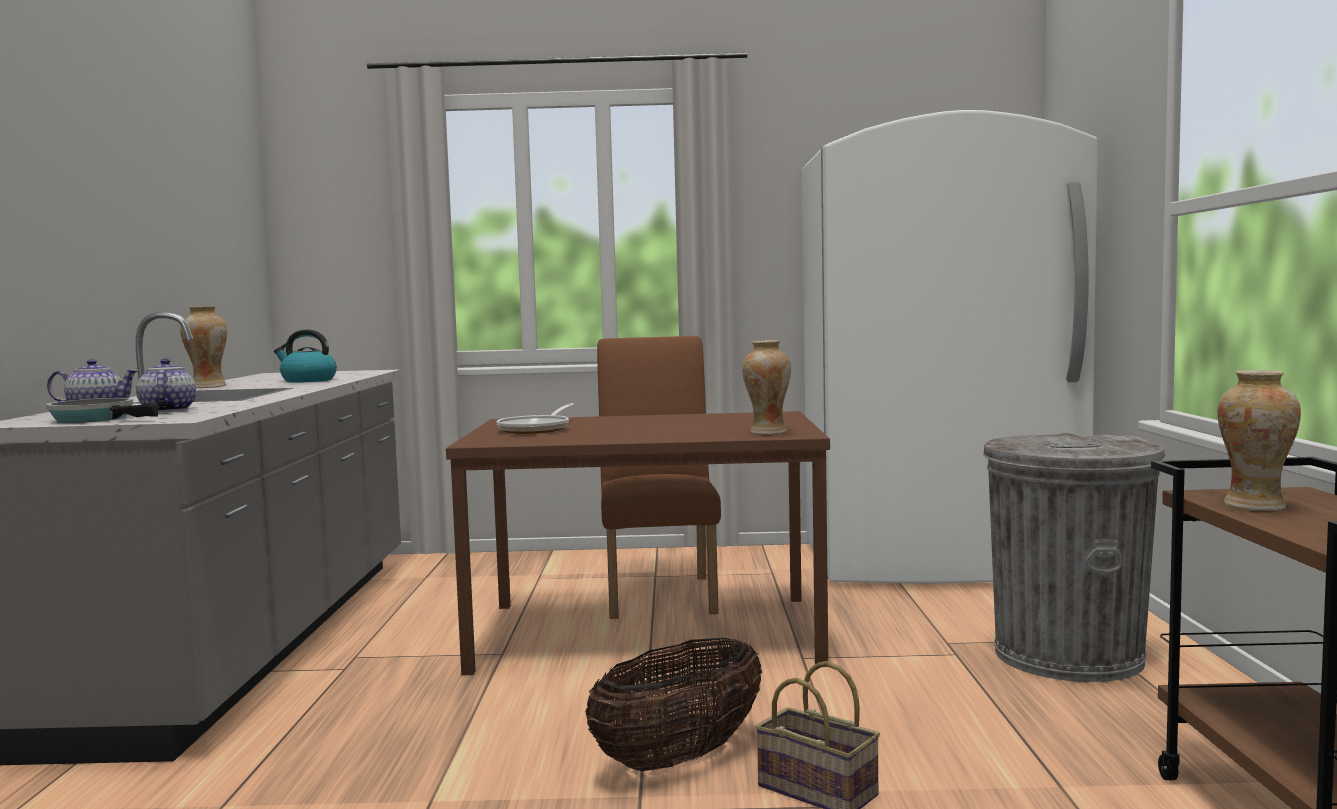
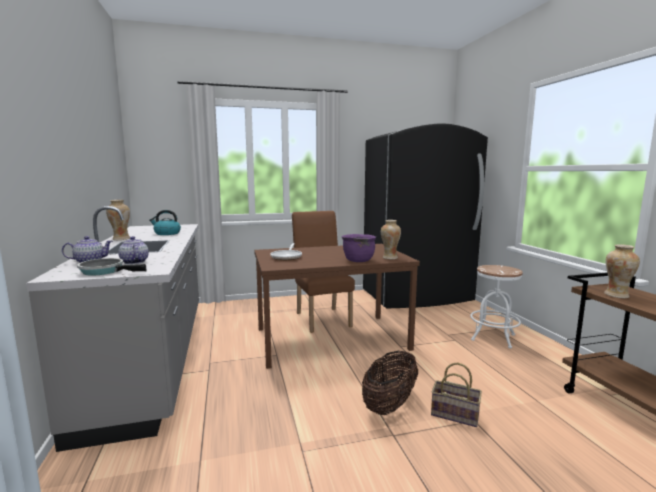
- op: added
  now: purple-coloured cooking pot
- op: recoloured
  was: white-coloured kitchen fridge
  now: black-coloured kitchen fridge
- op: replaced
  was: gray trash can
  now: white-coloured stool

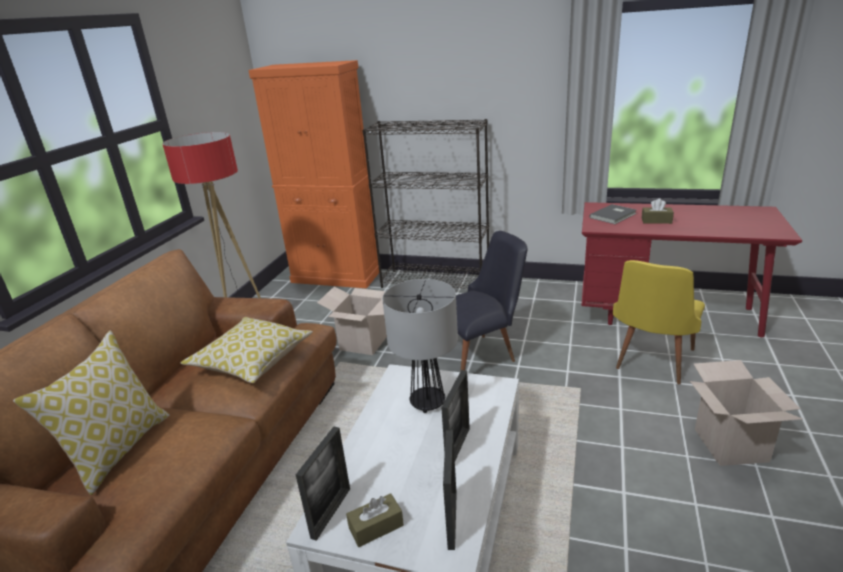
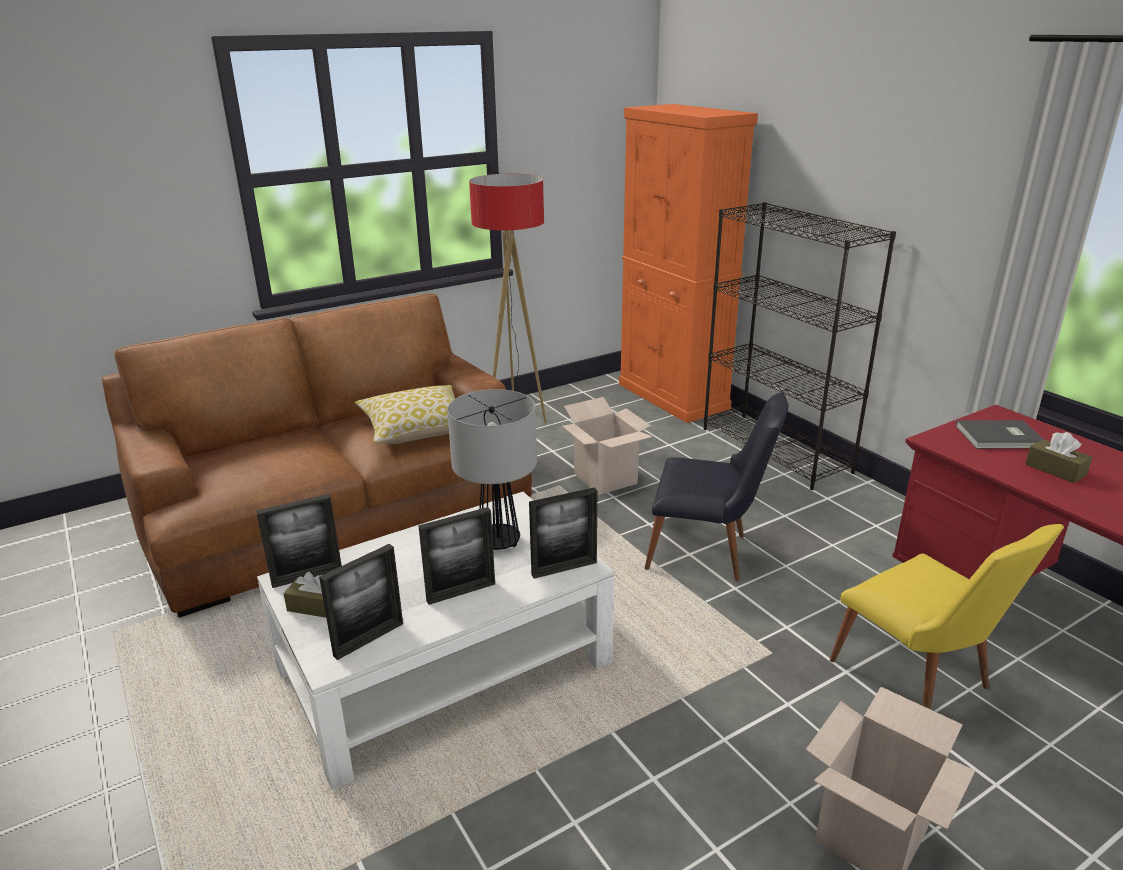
- op: added
  now: standing frame (4th from left)
- op: turned
  was: yellow-coloured plain chair
  clockwise: -105
- op: removed
  was: cushion (1st from left)

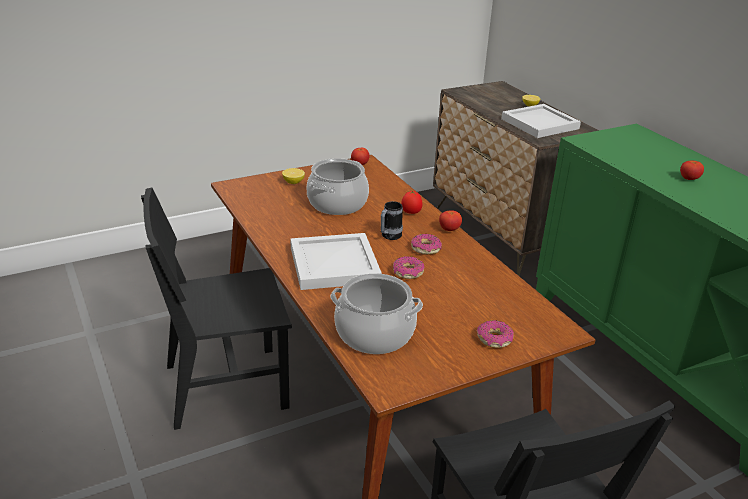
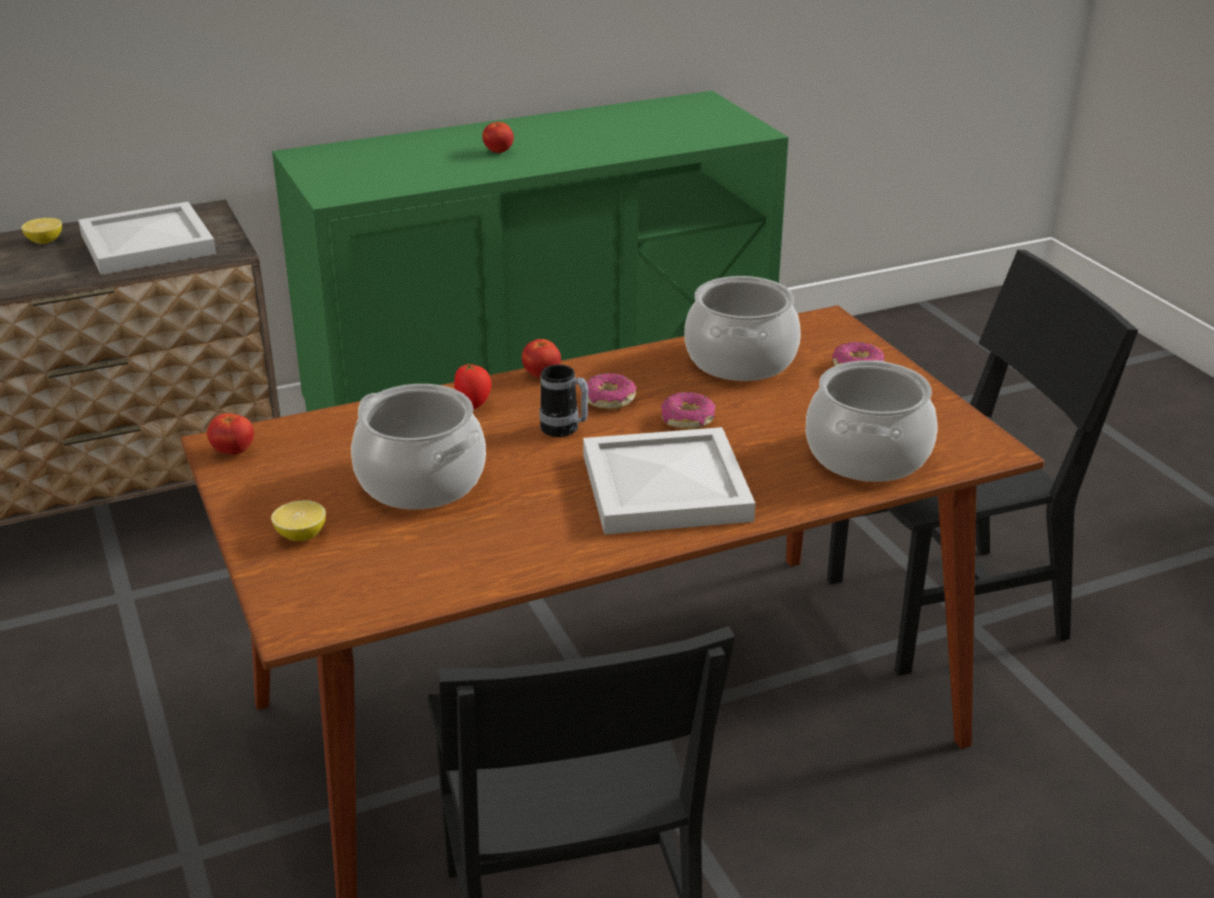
- op: added
  now: cooking pot (2nd from left)

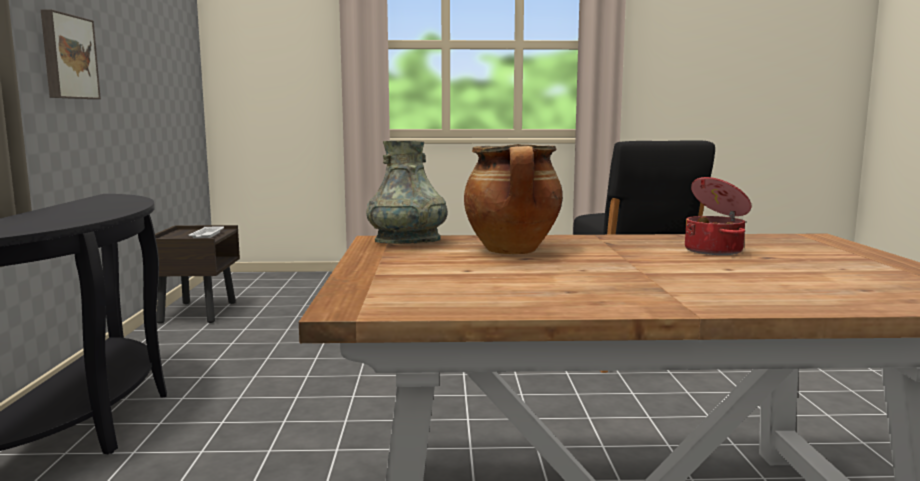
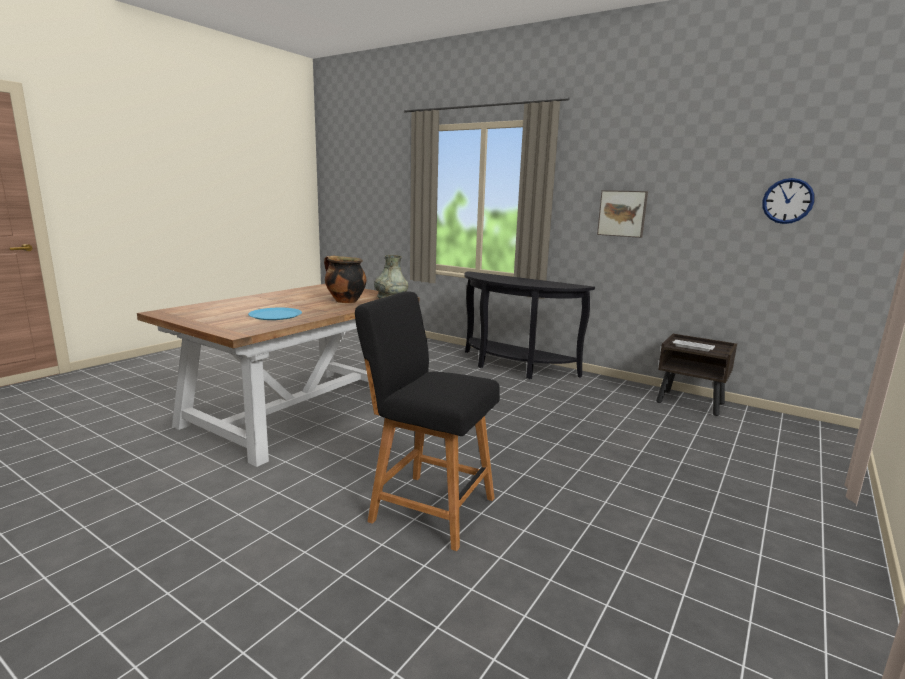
- op: replaced
  was: cooking pot (2nd from left)
  now: blue-coloured flat dish
- op: added
  now: hanging clock

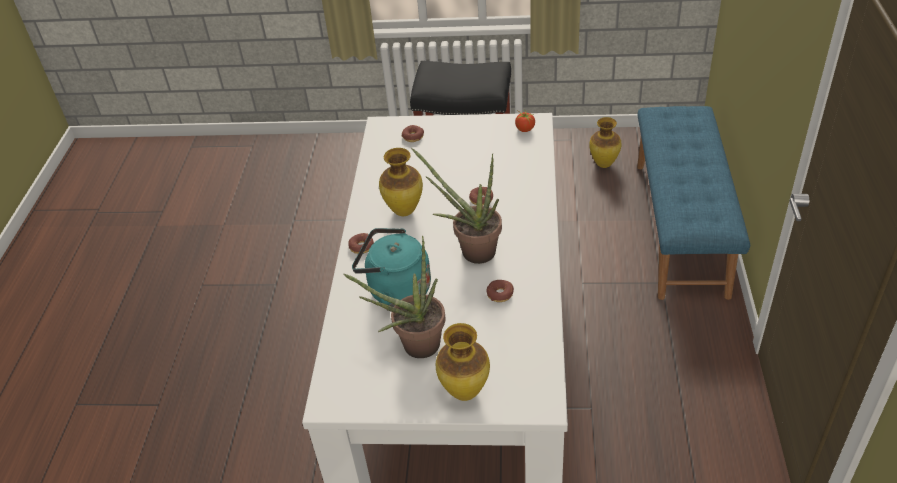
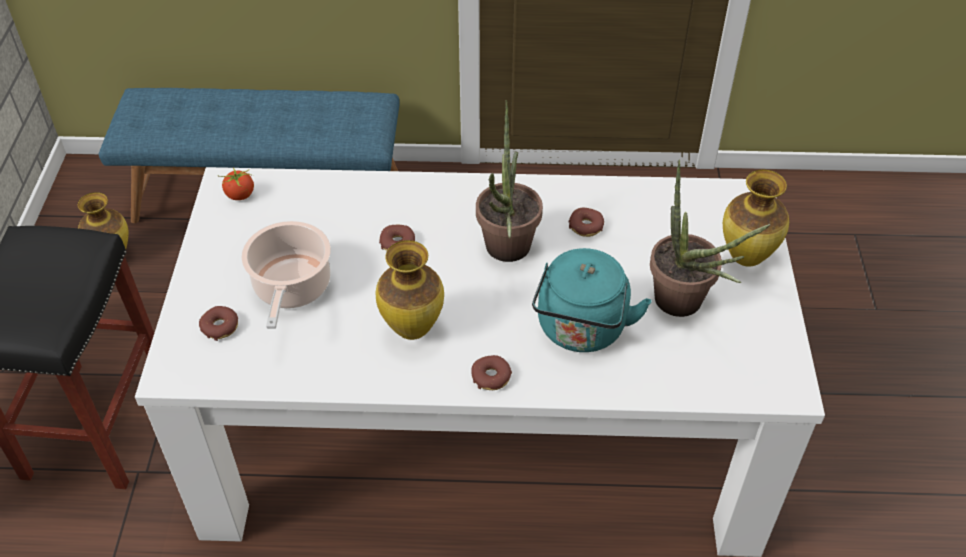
- op: added
  now: cooking pot

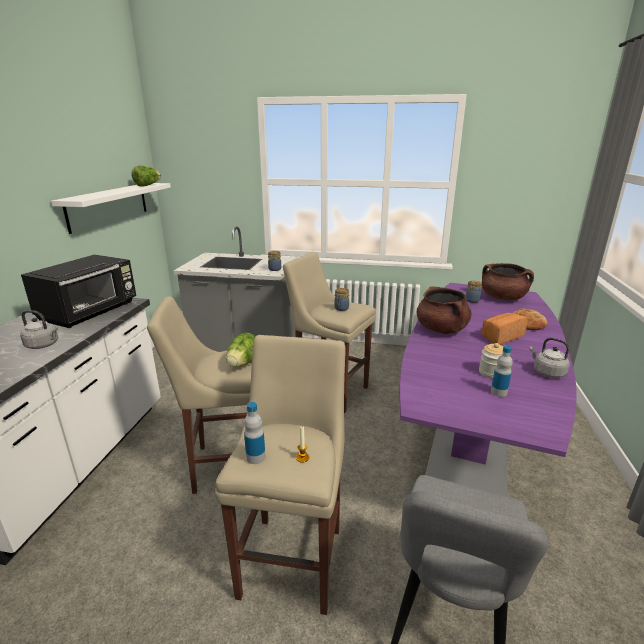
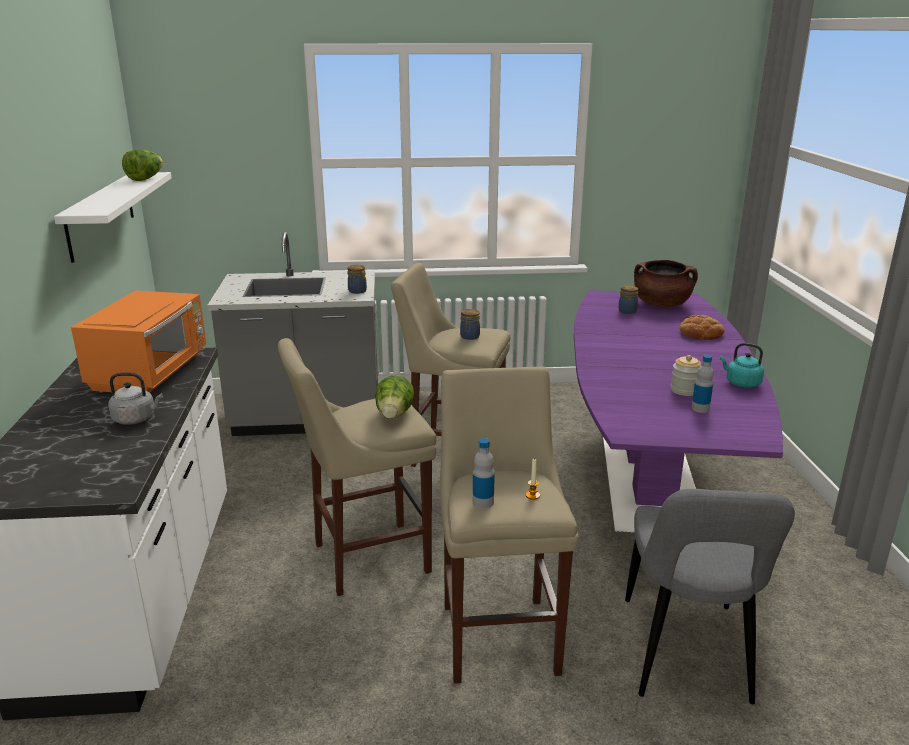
- op: recoloured
  was: black-coloured kitchen microwave
  now: orange-coloured kitchen microwave
- op: recoloured
  was: gray kettle (2nd from left)
  now: turquoise kettle
- op: removed
  was: brown-coloured cooking pot (1st from left)
- op: removed
  was: baked bread (1st from left)

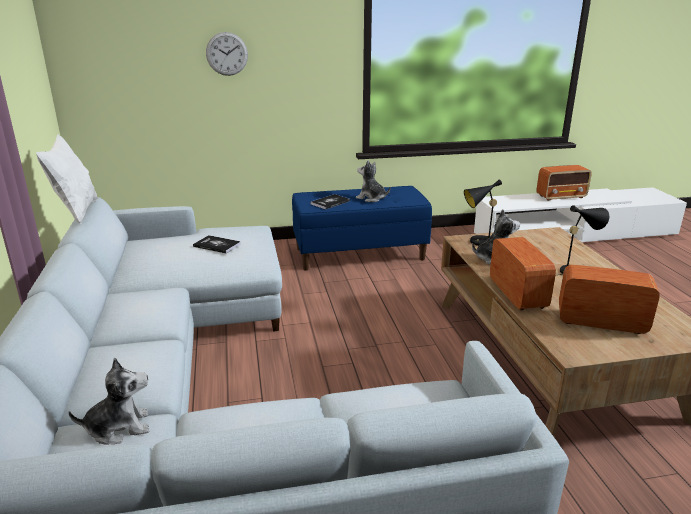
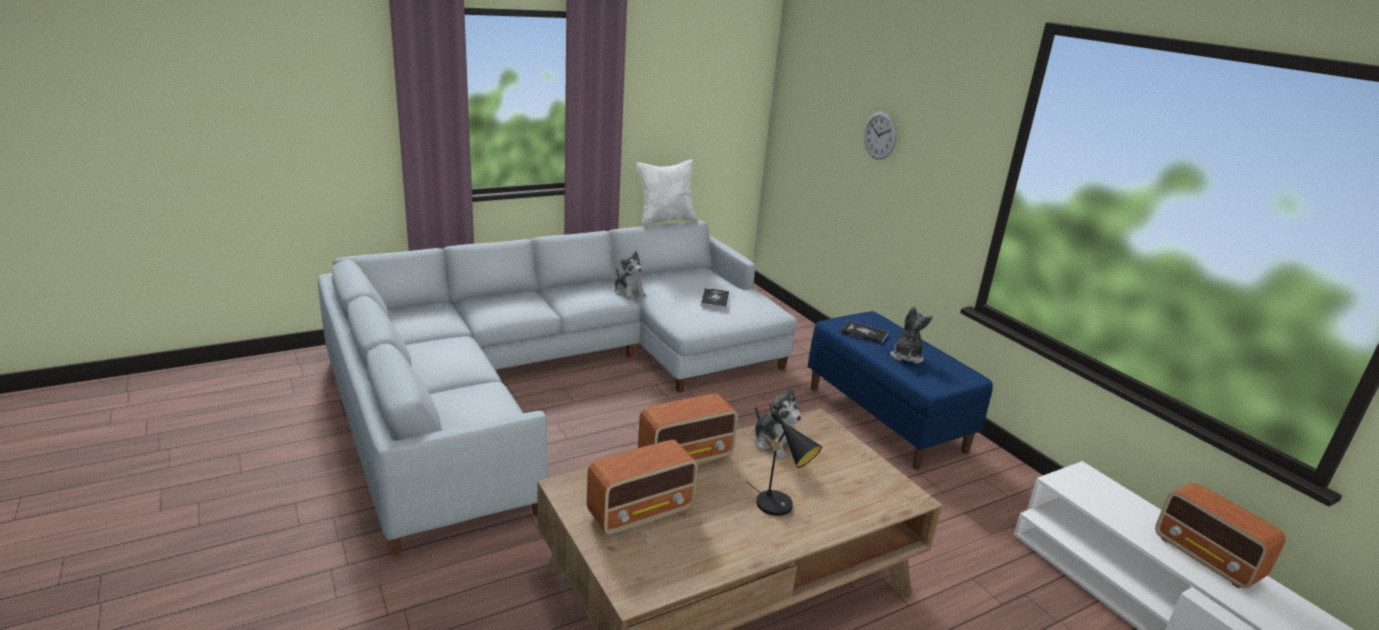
- op: turned
  was: radio receiver (3rd from left in the first image)
  clockwise: 60
- op: moved
  was: plush toy (1st from left)
- op: removed
  was: black-coloured table lamp (1st from left)

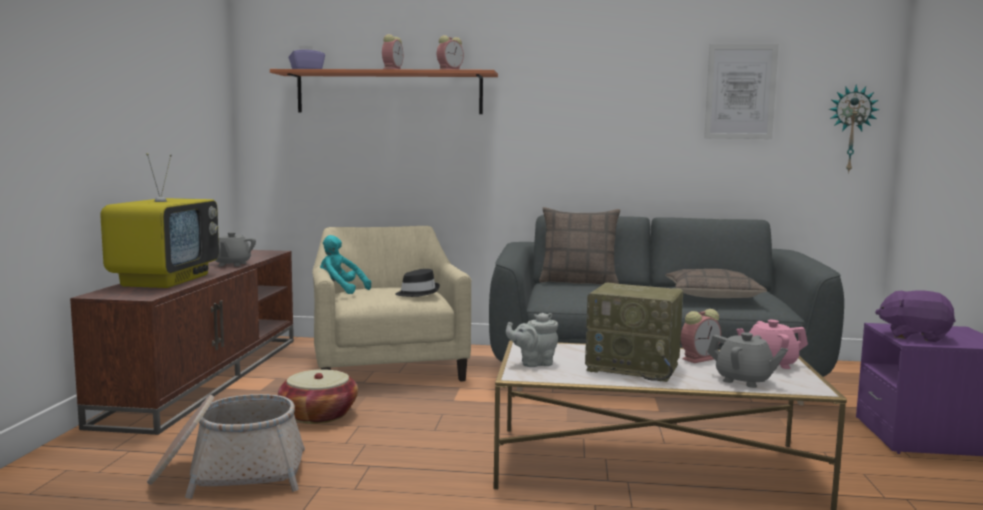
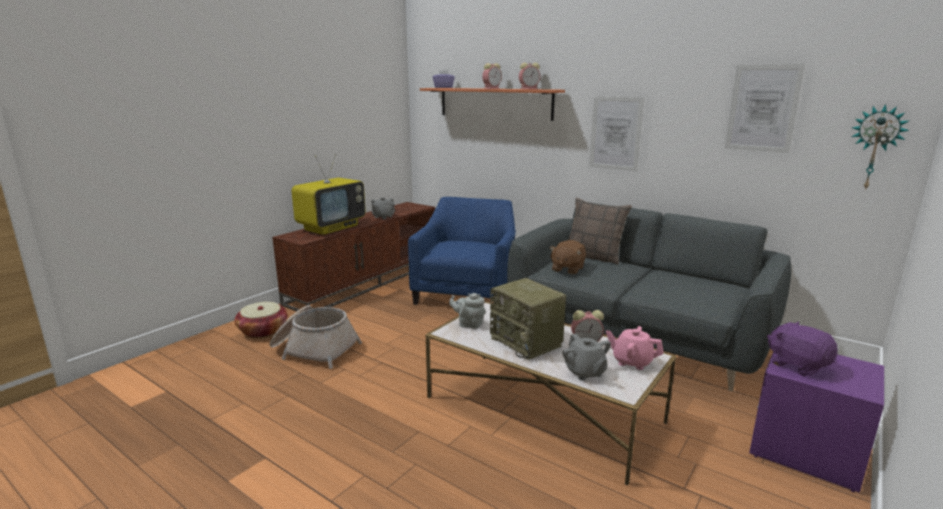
- op: moved
  was: basket (2nd from left in the first image)
  now: basket (1st from left)
- op: recoloured
  was: beige-coloured armchair
  now: blue-coloured armchair
- op: added
  now: brown-coloured plush toy
- op: added
  now: wall art (1st from left)
- op: removed
  was: turquoise plush toy
- op: removed
  was: black-coloured hat
- op: removed
  was: cushion (2nd from left)

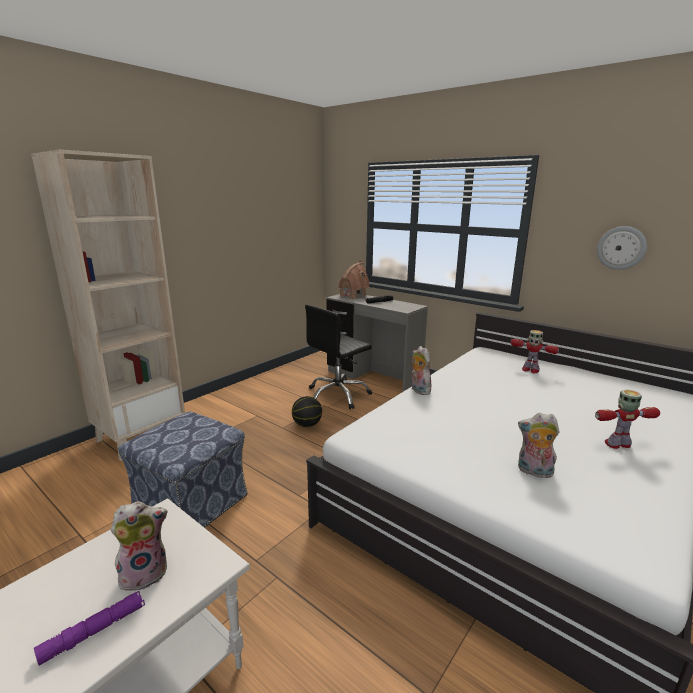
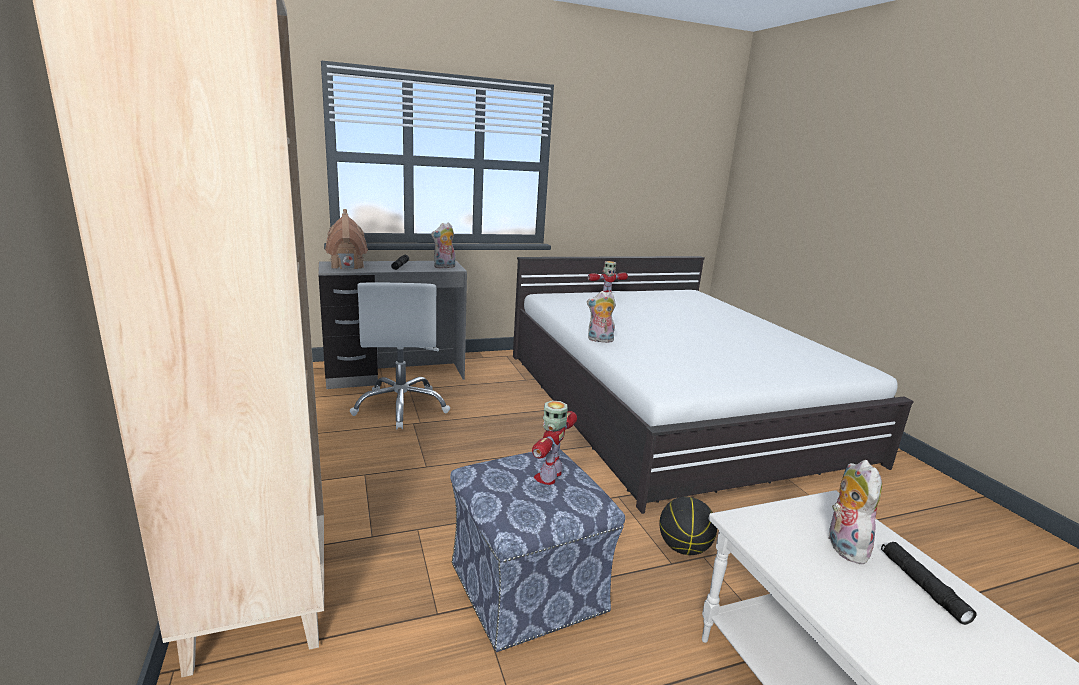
- op: recoloured
  was: black-coloured computer chair
  now: white-coloured computer chair
- op: moved
  was: plush toy (3rd from left in the first image)
  now: plush toy (1st from left)
- op: moved
  was: robot figure (2nd from left in the first image)
  now: robot figure (1st from left)
- op: moved
  was: basketball ball
- op: recoloured
  was: purple-coloured torch
  now: black-coloured torch (2nd from left)
- op: removed
  was: hanging clock

